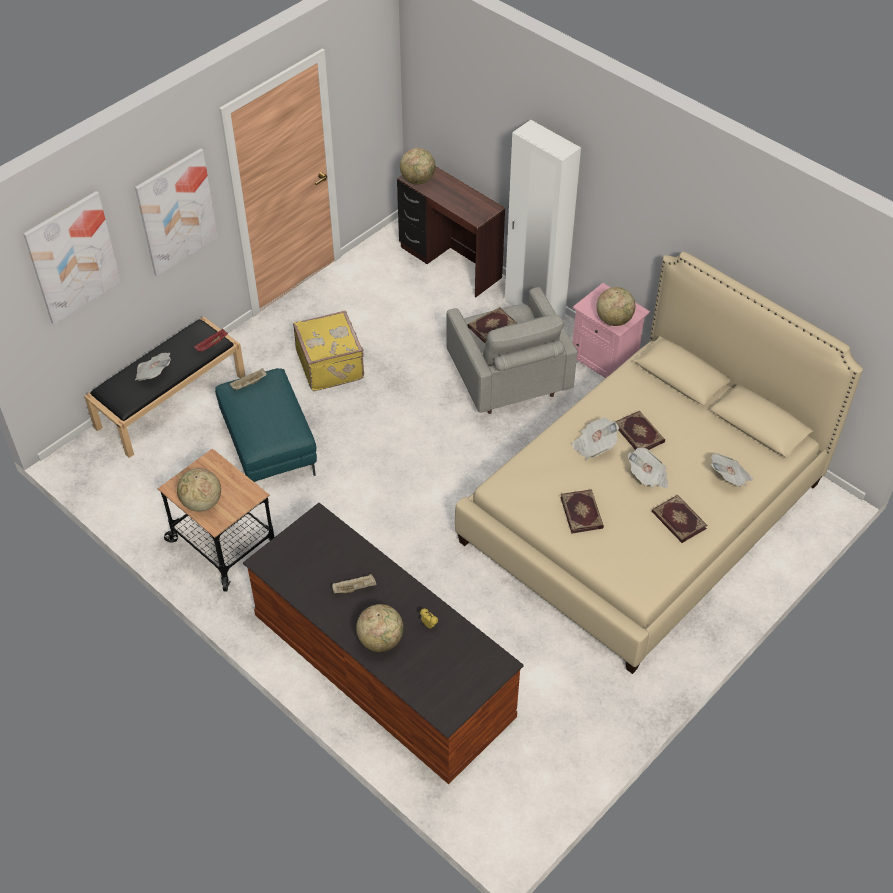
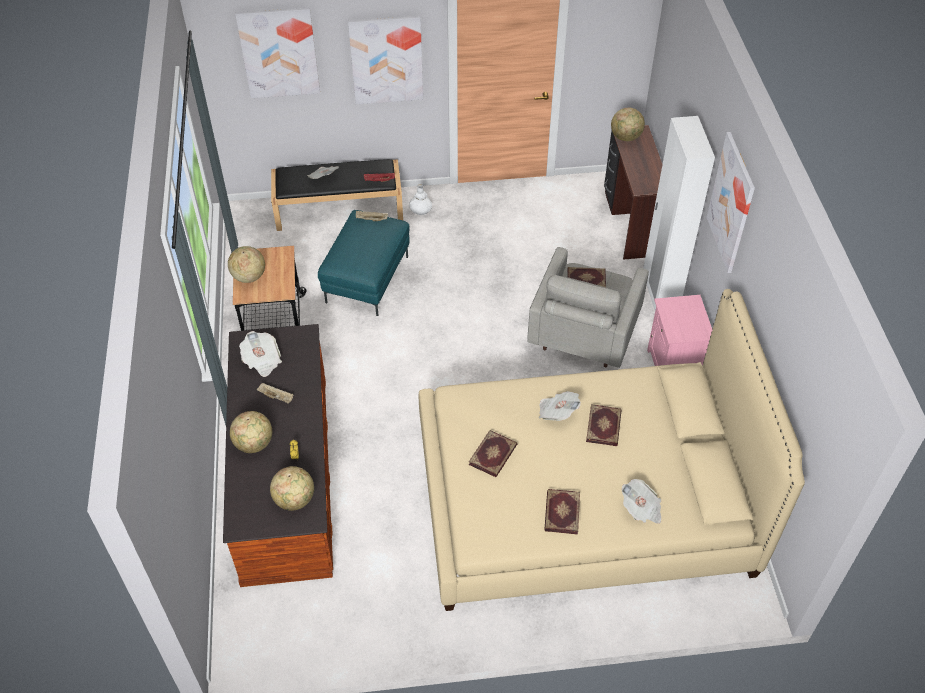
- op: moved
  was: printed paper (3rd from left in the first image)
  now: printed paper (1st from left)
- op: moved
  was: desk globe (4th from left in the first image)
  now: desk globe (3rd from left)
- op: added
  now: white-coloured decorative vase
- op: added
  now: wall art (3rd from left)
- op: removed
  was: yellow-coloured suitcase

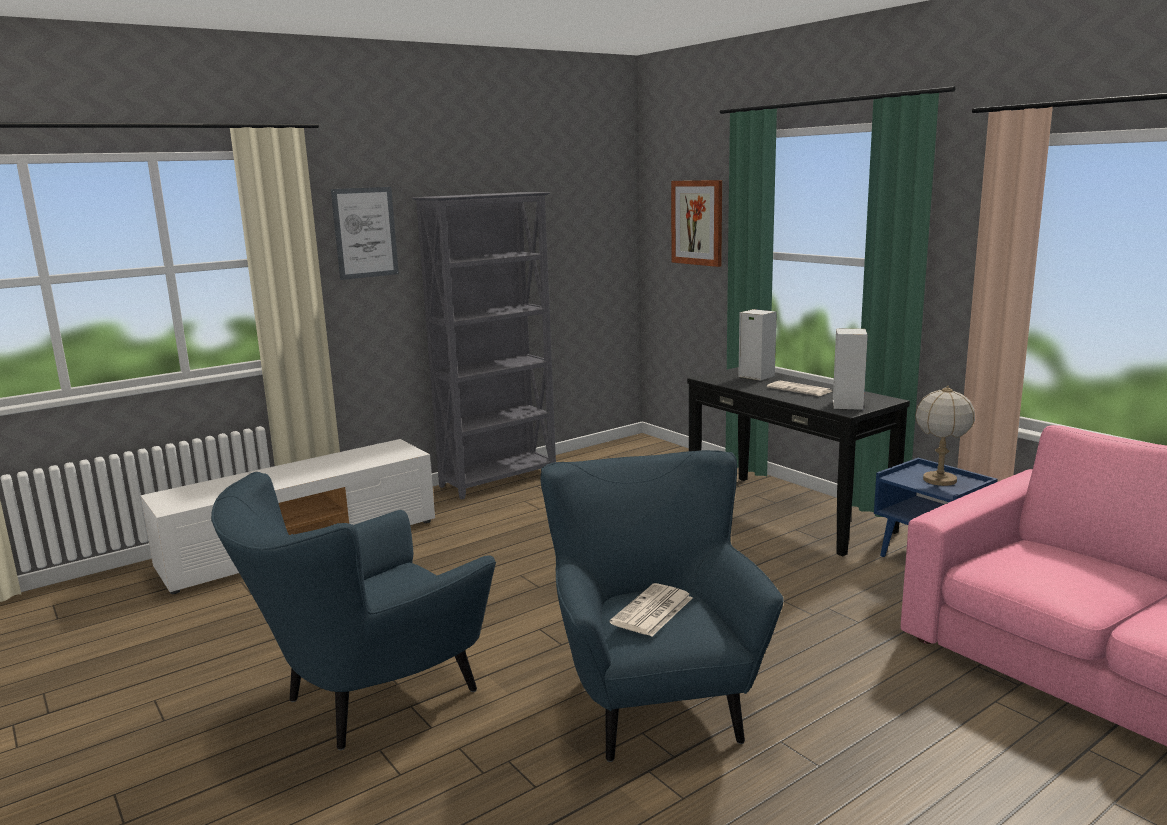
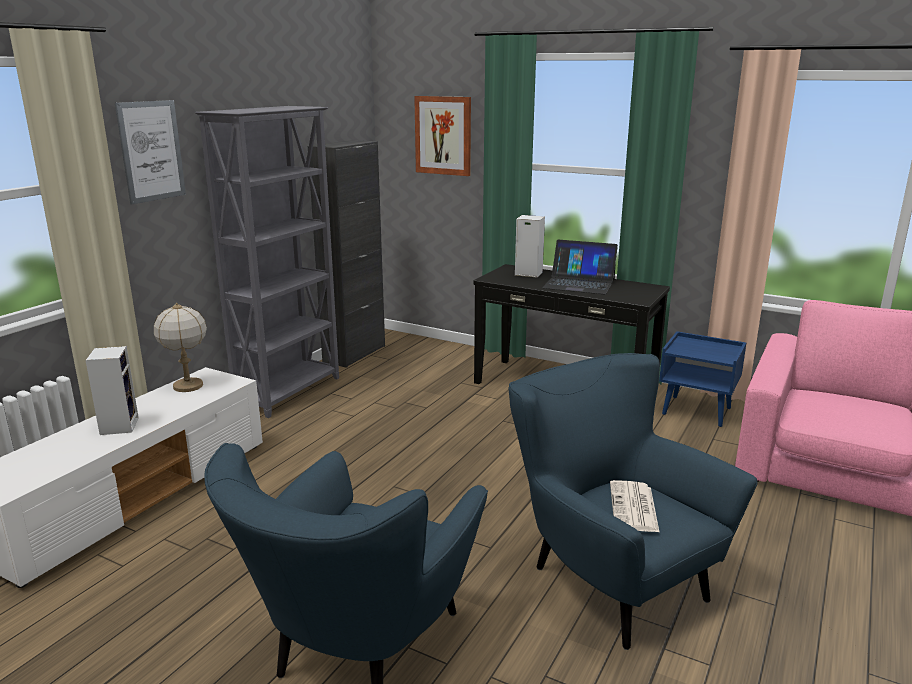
- op: moved
  was: speaker (2nd from left in the first image)
  now: speaker (1st from left)
- op: moved
  was: table lamp
- op: added
  now: black-coloured storage cabinet
- op: replaced
  was: printed paper (2nd from left)
  now: portable computer

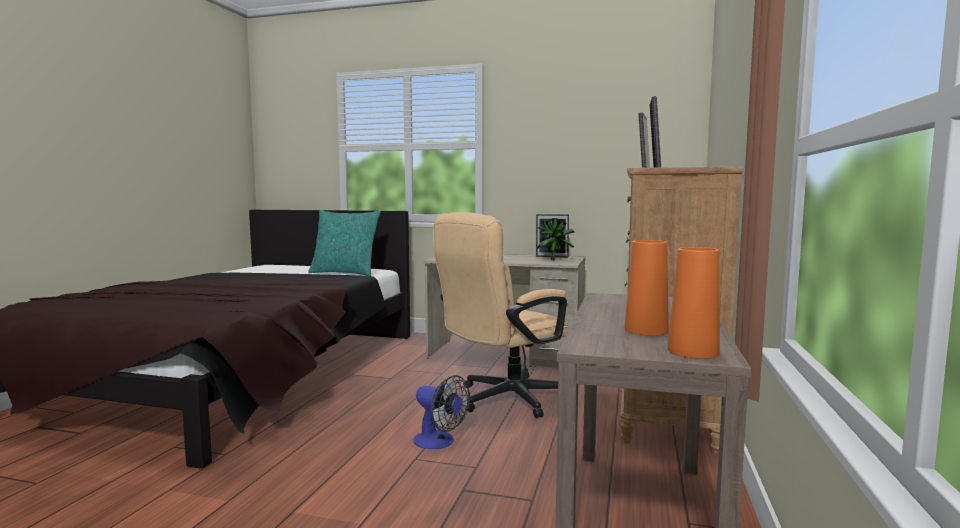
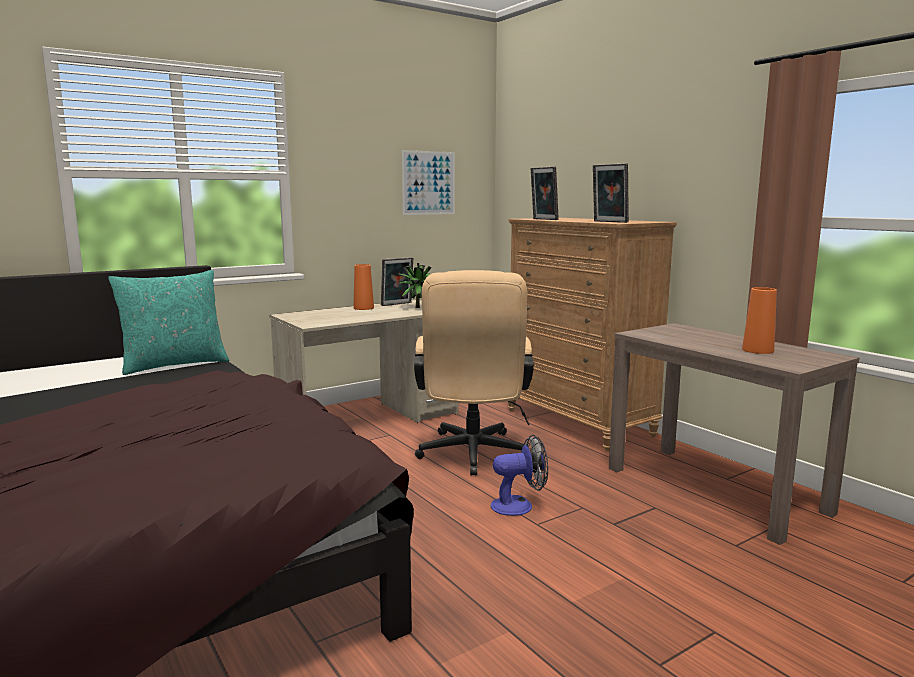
- op: moved
  was: orange-coloured decorative vase (2nd from left in the first image)
  now: orange-coloured decorative vase (1st from left)
- op: added
  now: wall art

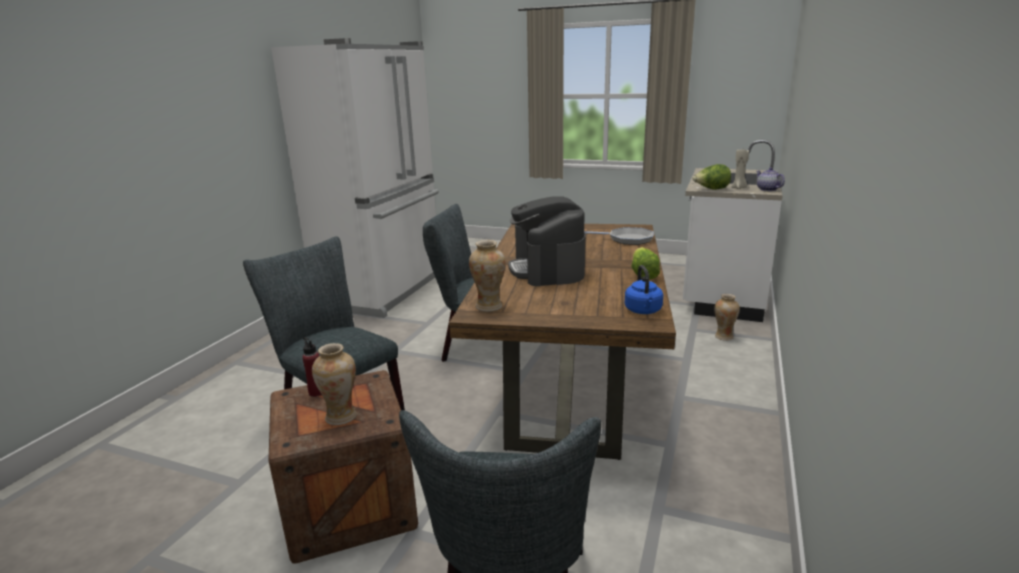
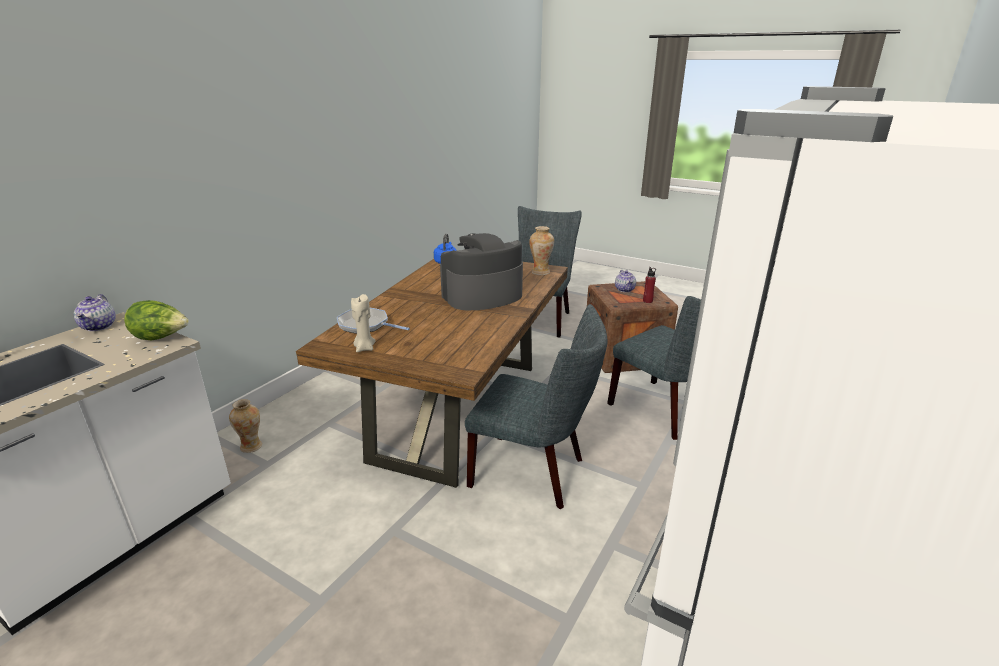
- op: moved
  was: beige-coloured wax candle
- op: turned
  was: coffee maker
  clockwise: -120
- op: replaced
  was: decorative vase (1st from left)
  now: teapot (2nd from left)
- op: removed
  was: lettuce head (1st from left)

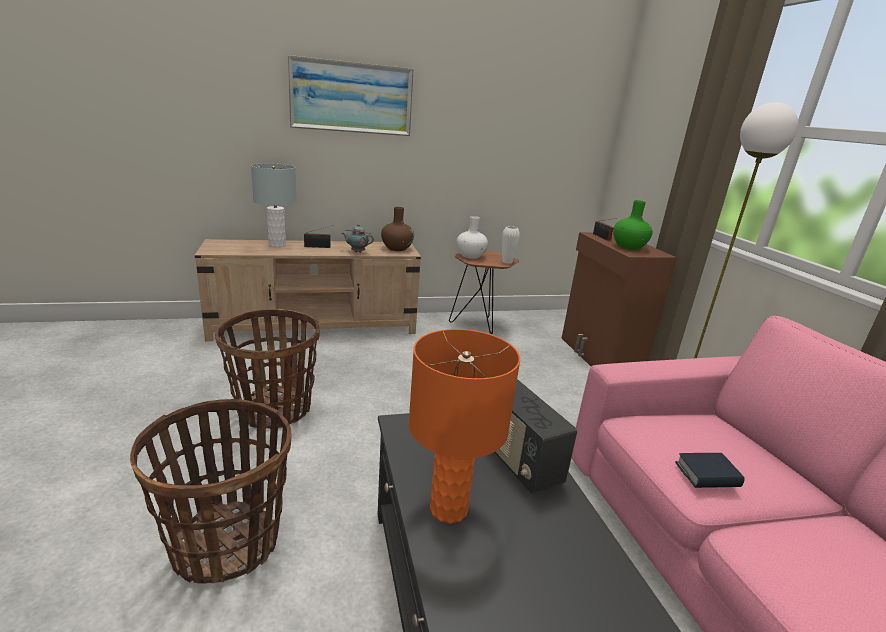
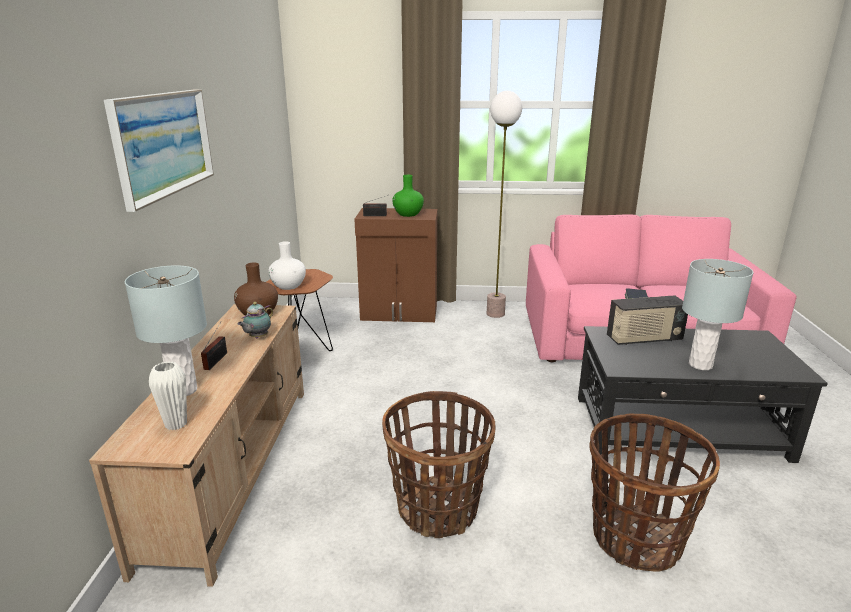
- op: moved
  was: white-coloured decorative vase (2nd from left in the first image)
  now: white-coloured decorative vase (1st from left)
- op: recoloured
  was: orange-coloured table lamp
  now: gray table lamp (2nd from left)

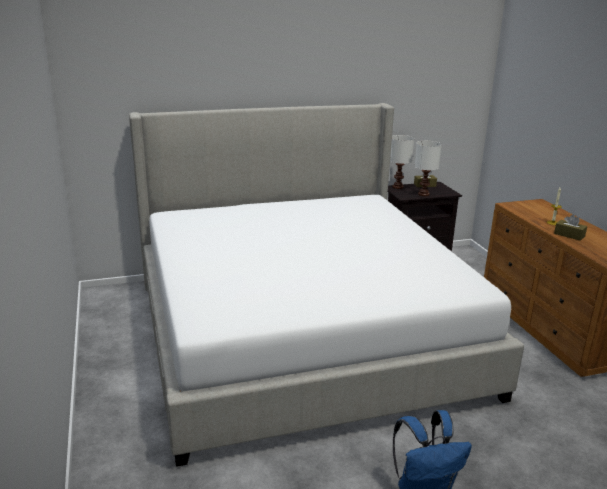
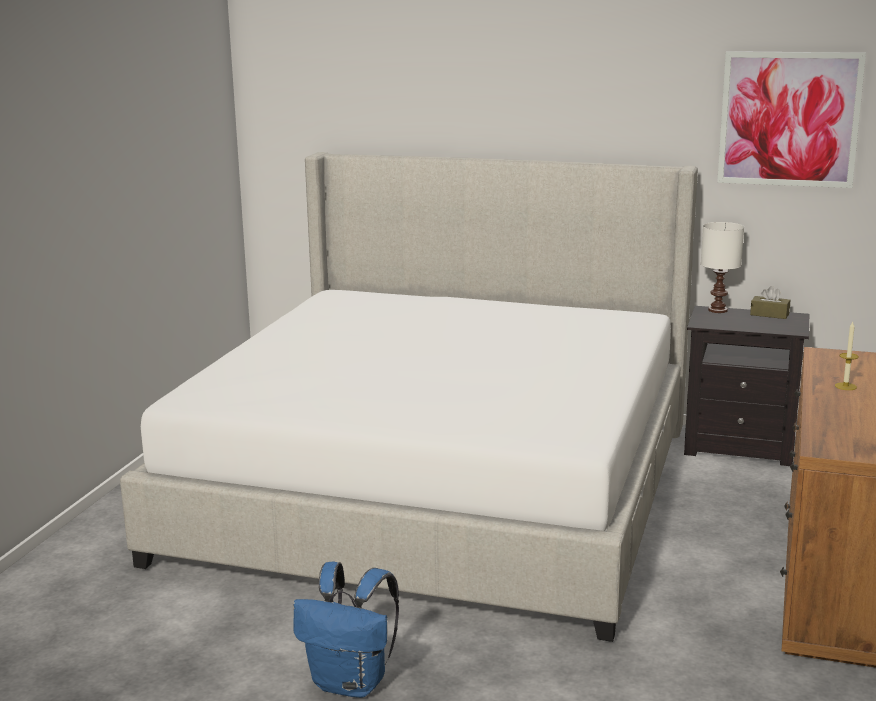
- op: added
  now: wall art
- op: removed
  was: white-coloured table lamp (2nd from left)
- op: removed
  was: brown-coloured box of tissues (2nd from left)

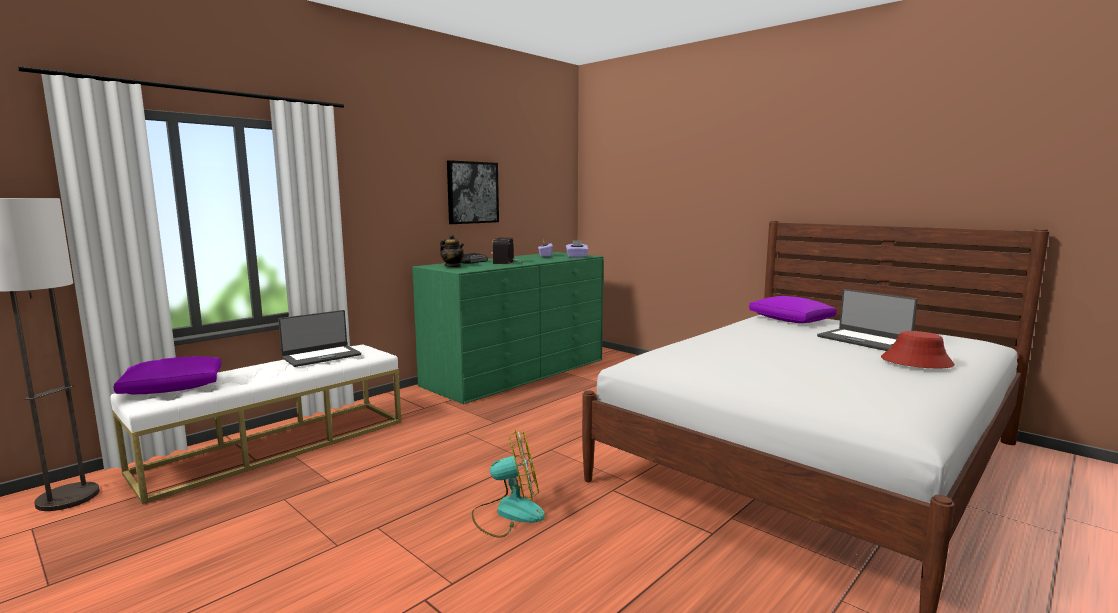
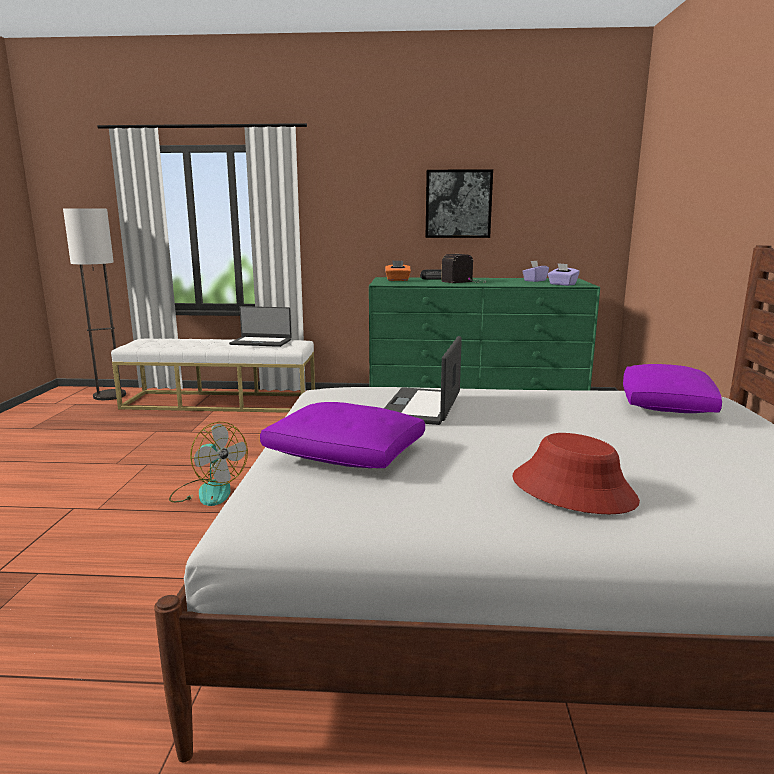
- op: moved
  was: purple-coloured cushion (1st from left)
- op: moved
  was: portable computer (2nd from left)
- op: replaced
  was: teapot
  now: orange-coloured box of tissues

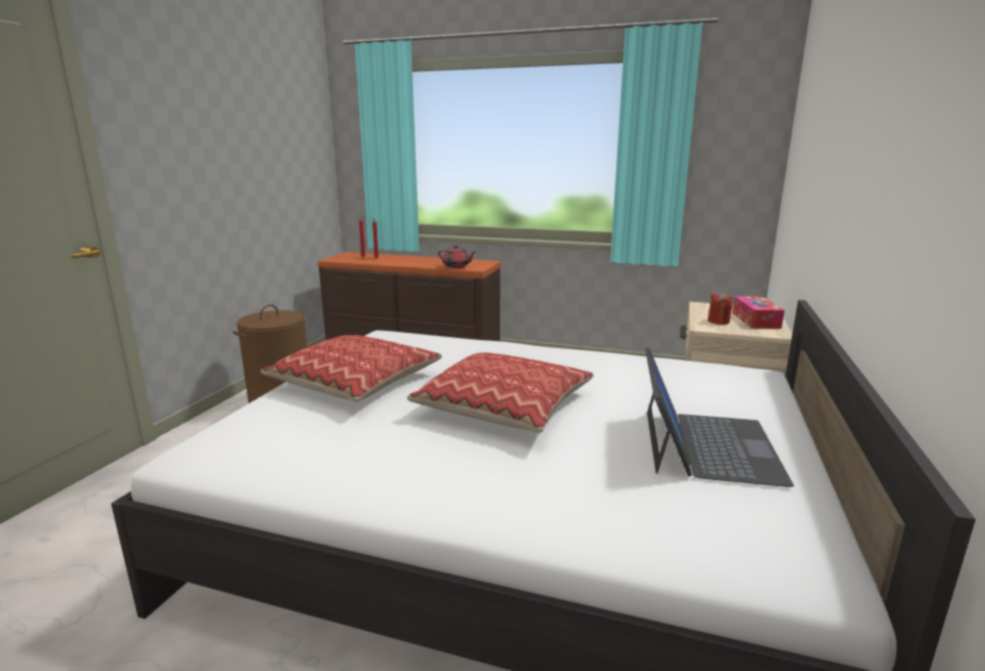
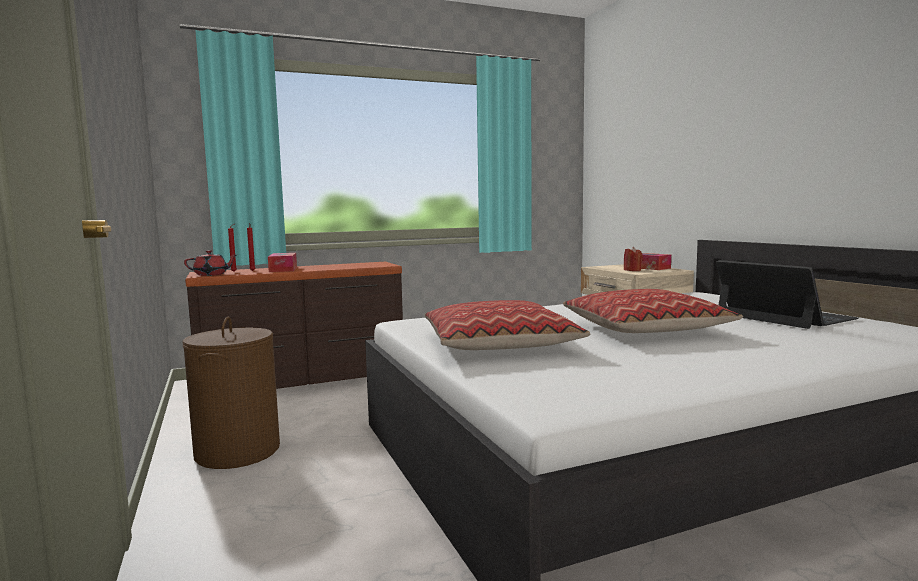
- op: moved
  was: reddish teapot
- op: added
  now: box of tissues (1st from left)

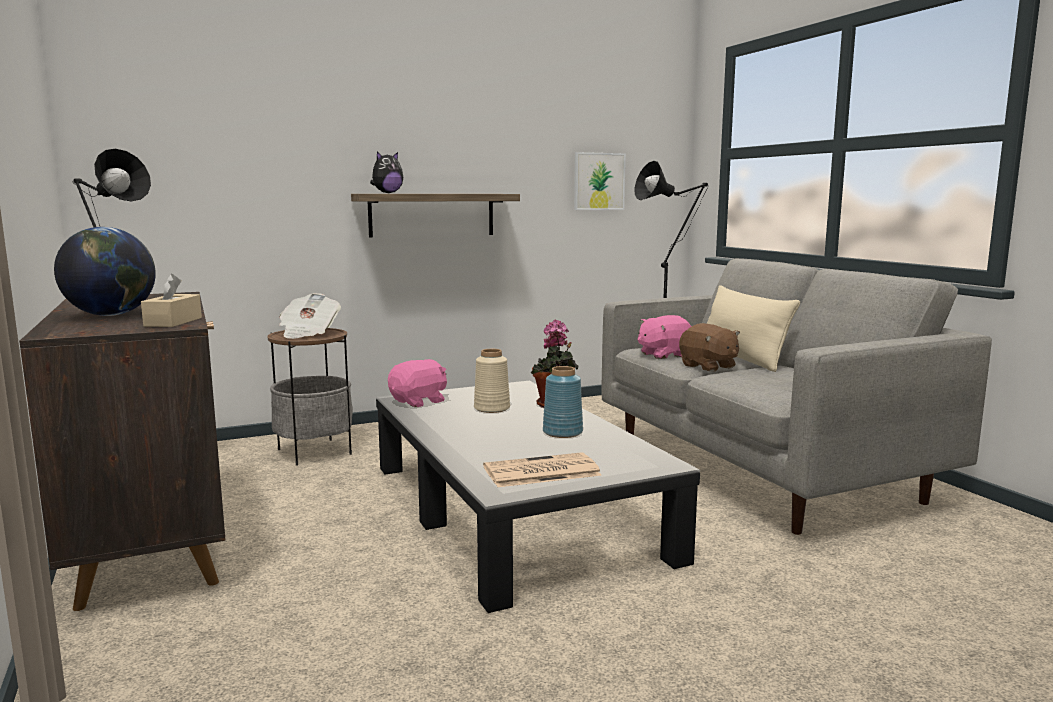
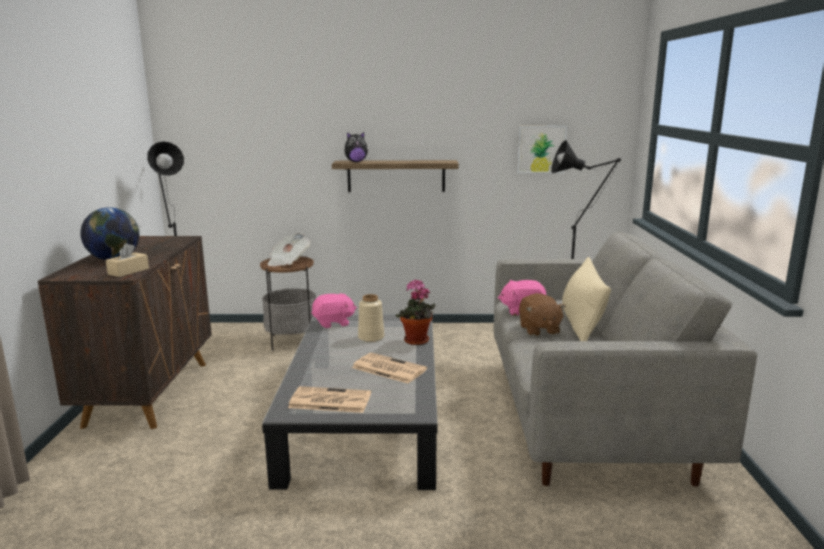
- op: replaced
  was: blue-coloured decorative vase
  now: printed paper (3rd from left)

